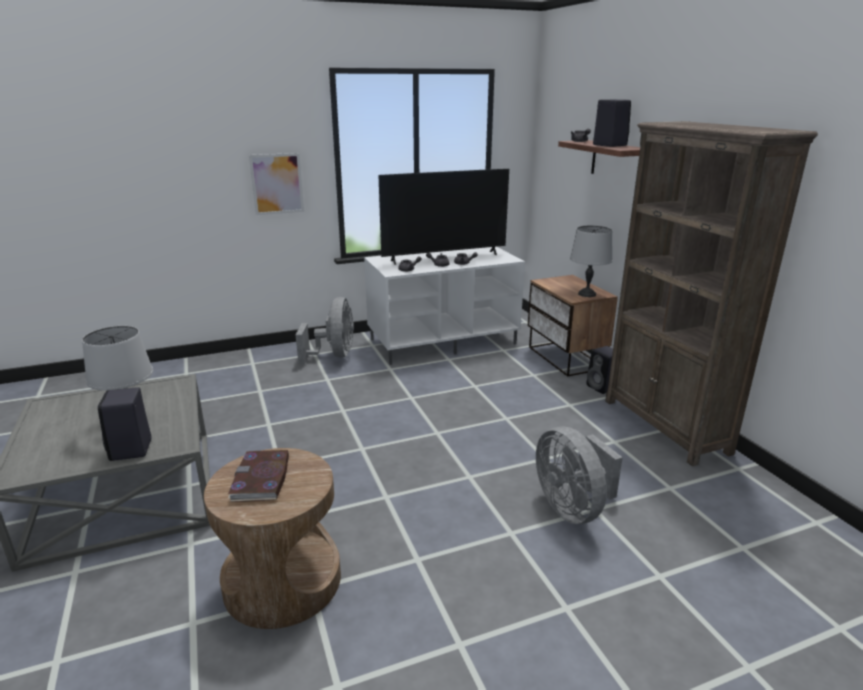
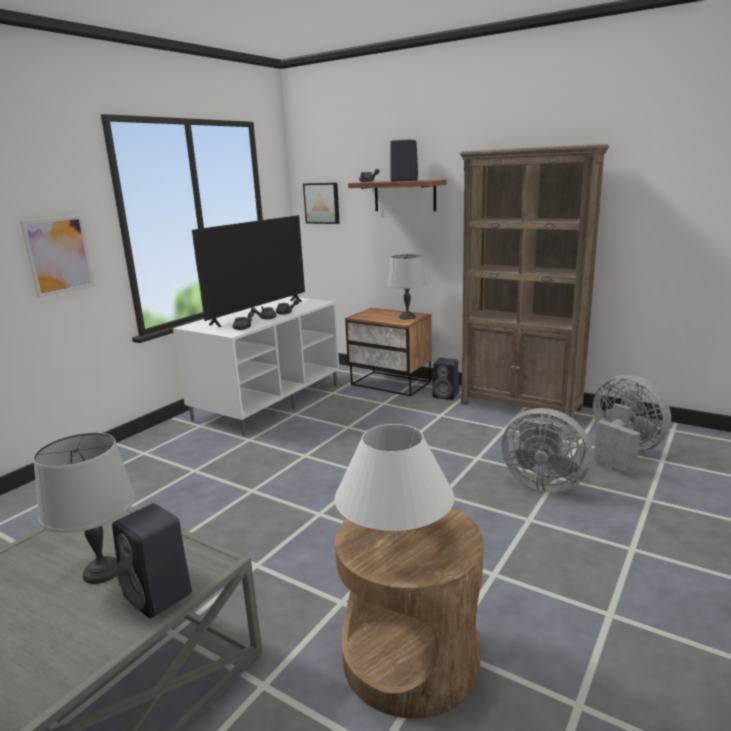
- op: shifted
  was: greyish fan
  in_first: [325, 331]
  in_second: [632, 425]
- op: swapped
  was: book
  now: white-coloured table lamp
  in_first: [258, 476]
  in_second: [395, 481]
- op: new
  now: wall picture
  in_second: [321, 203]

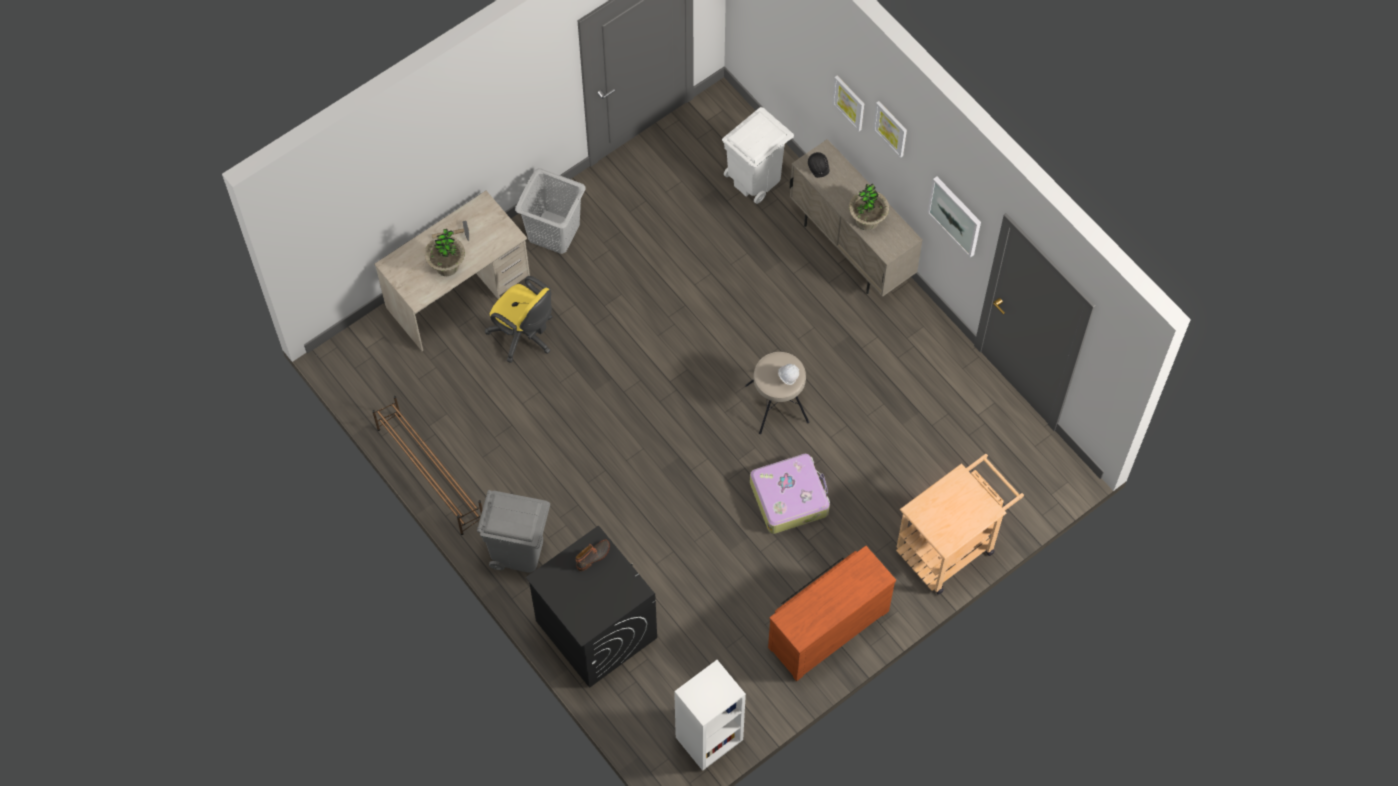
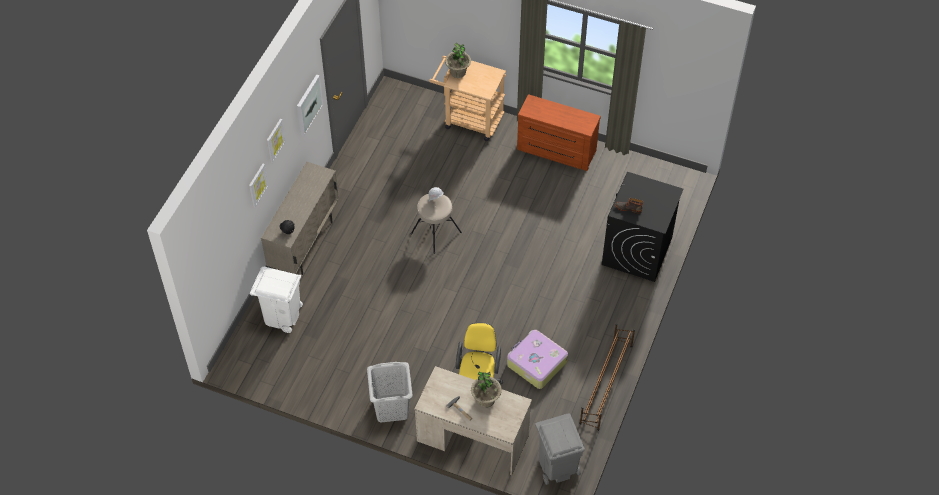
- op: shifted
  was: houseplant
  in_first: [869, 206]
  in_second: [458, 60]
- op: shifted
  was: travel case
  in_first: [790, 494]
  in_second: [537, 359]
- op: shifted
  was: greyish trash can
  in_first: [513, 531]
  in_second: [560, 449]
- op: gone
  was: white-coloured bookshelf
  in_first: [710, 715]

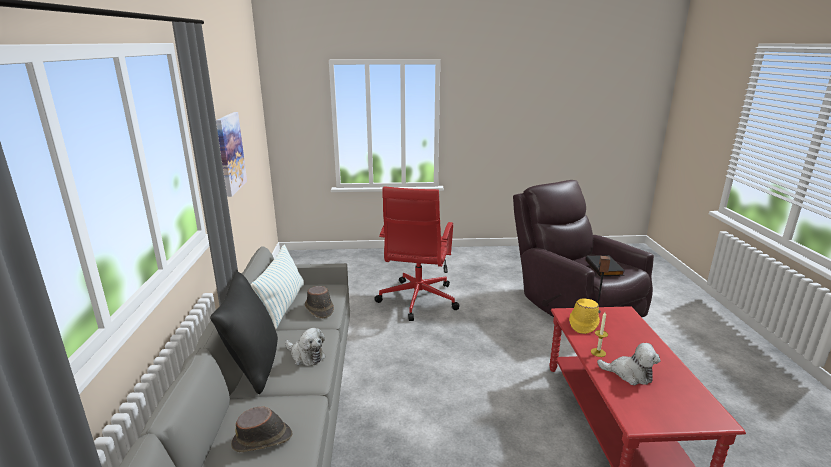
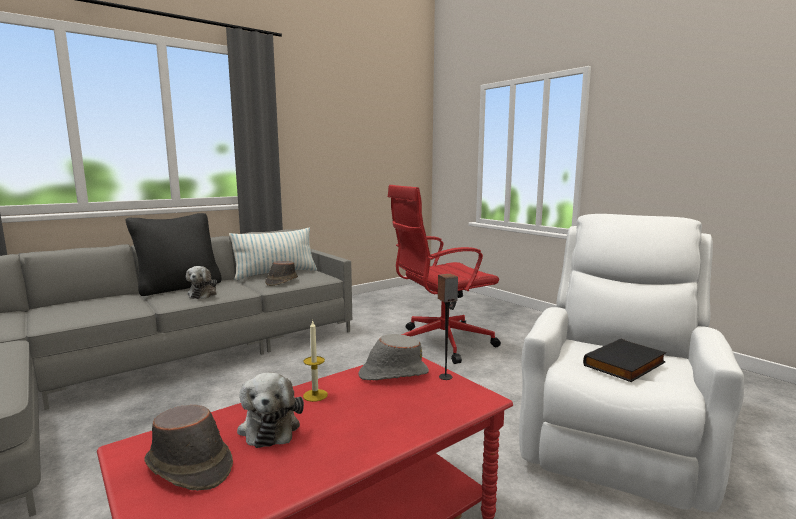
- op: gone
  was: wall picture
  in_first: [231, 154]
- op: repainted
  was: brown easy chair
  now: white-coloured easy chair
  in_first: [583, 248]
  in_second: [631, 363]
- op: repainted
  was: yellow-coloured clothing hat
  now: greyish clothing hat
  in_first: [584, 316]
  in_second: [393, 357]
- op: shifted
  was: brown clothing hat
  in_first: [261, 429]
  in_second: [188, 448]

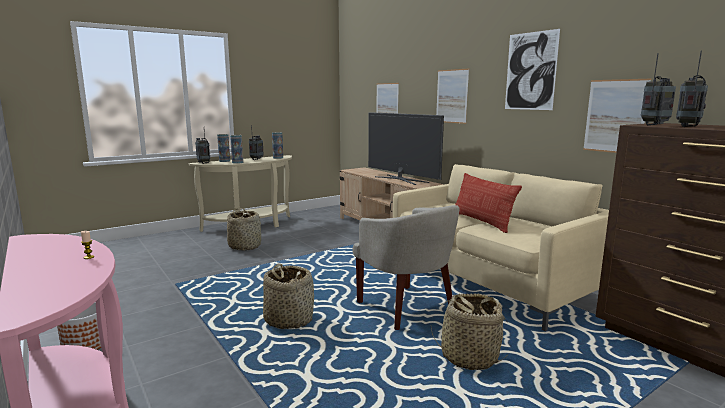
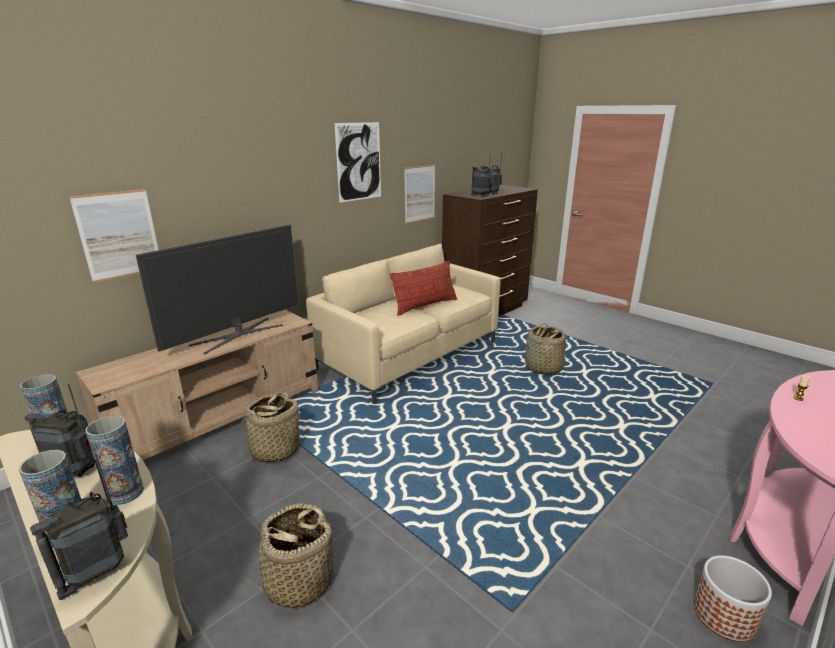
- op: gone
  was: wall picture
  in_first: [452, 96]
- op: gone
  was: beige easy chair
  in_first: [406, 267]
- op: shifted
  was: household basket
  in_first: [288, 296]
  in_second: [269, 427]

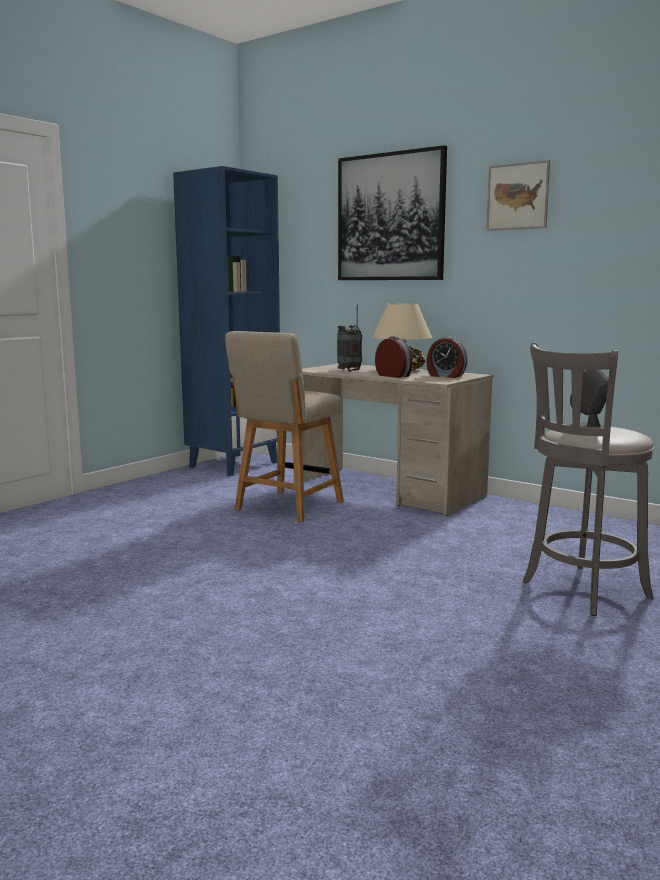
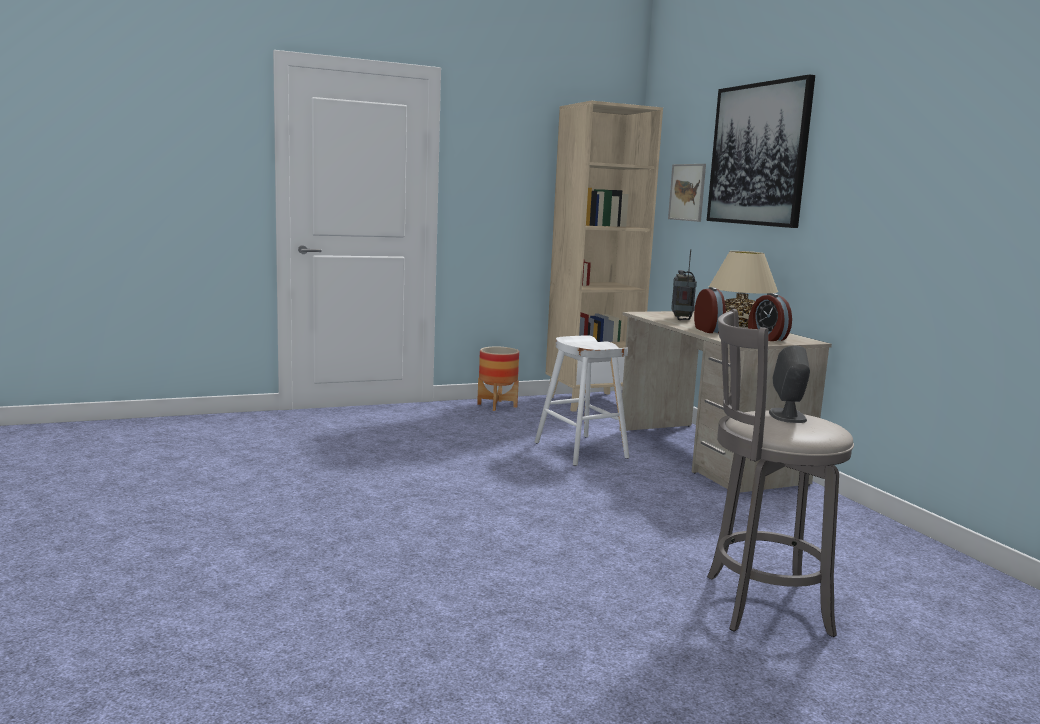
- op: shifted
  was: wall picture
  in_first: [518, 195]
  in_second: [687, 193]
- op: repainted
  was: blue bookshelf
  now: beige bookshelf
  in_first: [226, 321]
  in_second: [604, 256]
- op: swapped
  was: beige plain chair
  now: white-coloured stool
  in_first: [284, 427]
  in_second: [582, 400]
- op: new
  now: flower pot
  in_second: [498, 379]

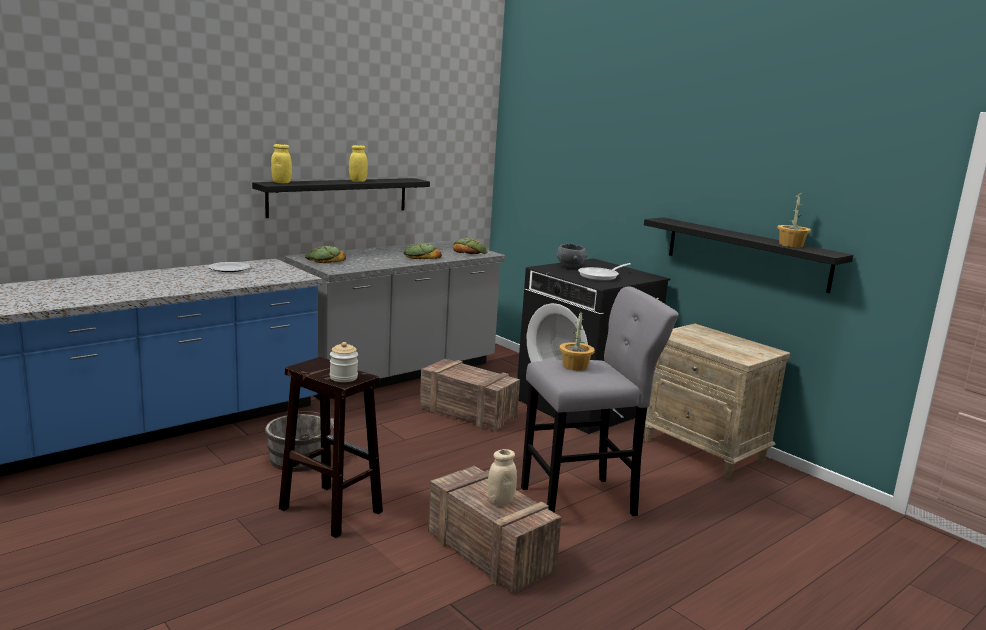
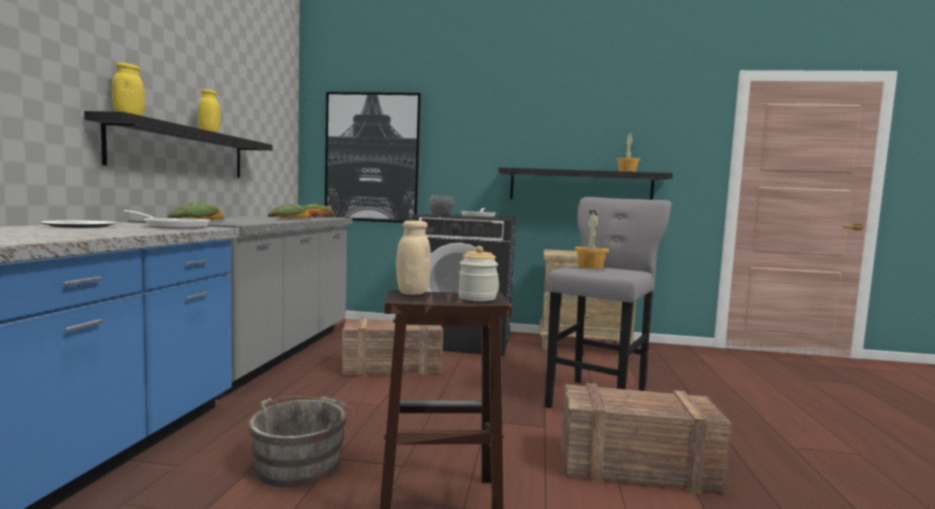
- op: shifted
  was: beige jar
  in_first: [502, 477]
  in_second: [413, 258]
- op: new
  now: wall picture
  in_second: [373, 157]
- op: new
  now: frying pan
  in_second: [167, 219]

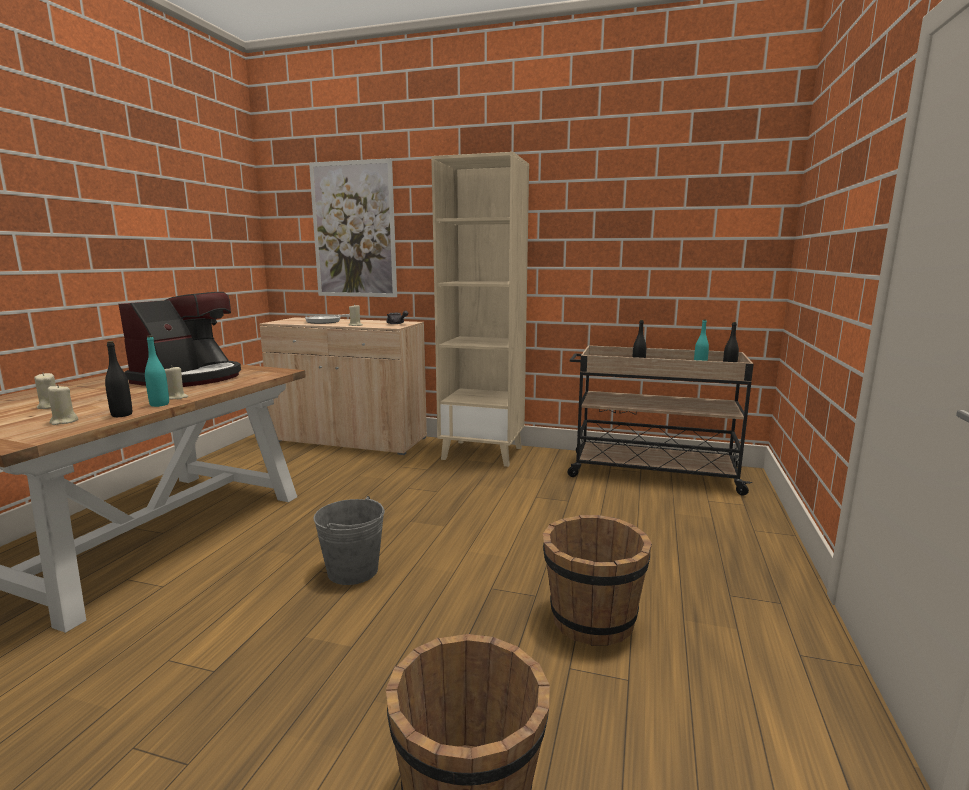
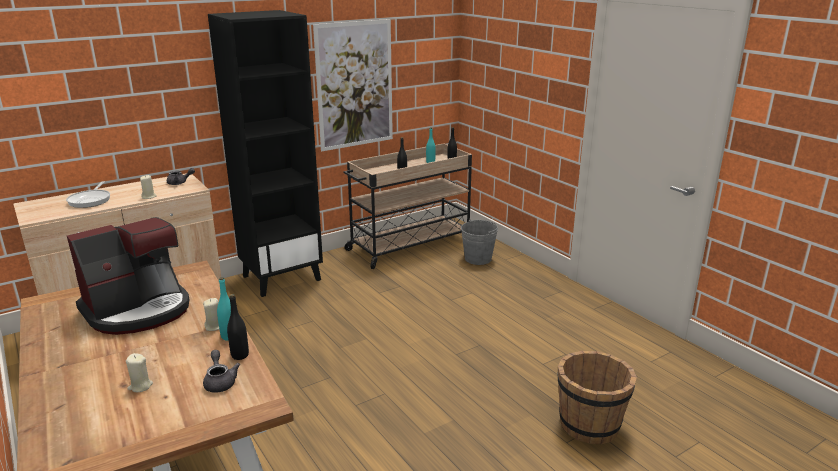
- op: repainted
  was: beige bookshelf
  now: black bookshelf
  in_first: [480, 309]
  in_second: [265, 153]
- op: shifted
  was: wall picture
  in_first: [353, 227]
  in_second: [353, 85]
- op: rotated
  was: coffee brewer
  in_first: [180, 339]
  in_second: [128, 276]
  clockwise: 75
- op: swapped
  was: beige candle
  now: greyish tea pot
  in_first: [63, 404]
  in_second: [221, 371]
- op: shifted
  was: greyish pail
  in_first: [349, 540]
  in_second: [479, 242]
- op: gone
  was: brown pail
  in_first: [597, 580]

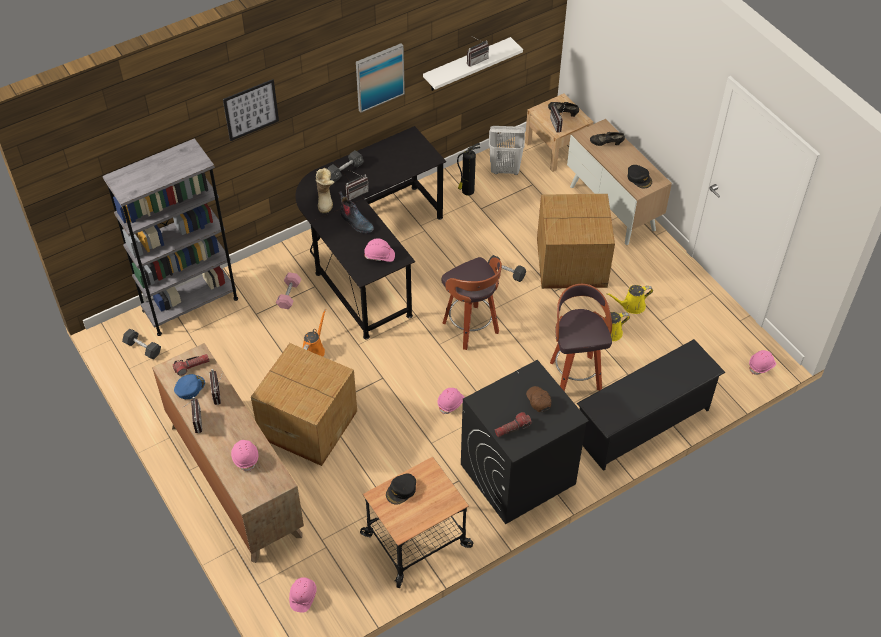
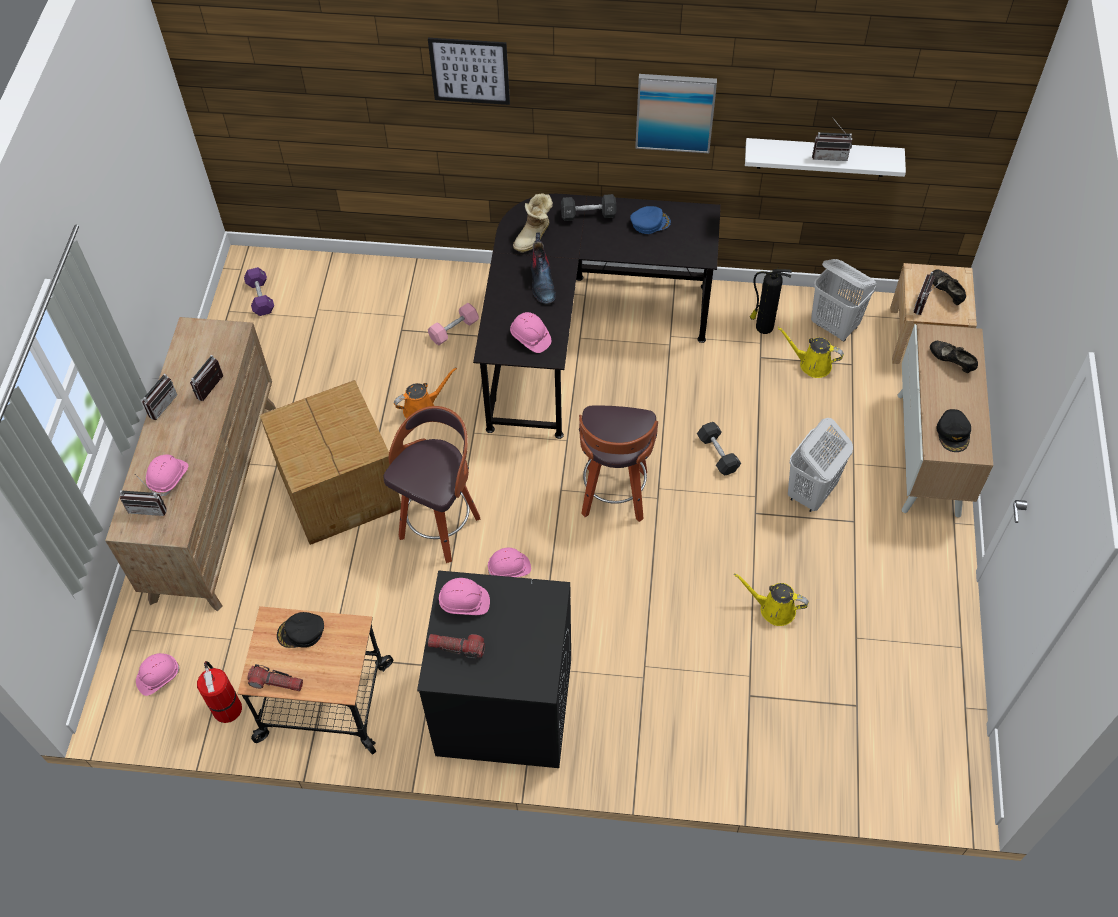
- op: gone
  was: greyish bookshelf
  in_first: [170, 237]
- op: shifted
  was: radio receiver
  in_first: [357, 185]
  in_second: [143, 495]
- op: swapped
  was: packing box
  now: white-coloured laundry basket
  in_first: [576, 241]
  in_second: [820, 465]
- op: shifted
  was: stool
  in_first: [581, 338]
  in_second: [432, 484]
- op: shifted
  was: yellow-coloured watering can
  in_first: [629, 299]
  in_second: [810, 352]
- op: repainted
  was: black hand weight
  now: purplish hand weight
  in_first: [141, 344]
  in_second: [259, 291]
- op: gone
  was: black shoe stand
  in_first: [651, 405]
- op: shifted
  was: pink safety helmet
  in_first: [762, 362]
  in_second: [464, 596]
- op: shifted
  was: hand torch
  in_first: [191, 365]
  in_second: [275, 677]
- op: shifted
  was: blue baseball cap
  in_first: [189, 386]
  in_second: [650, 220]
- op: gone
  was: brown baseball cap
  in_first: [538, 399]
- op: new
  now: fire-fighting cylinder
  in_second: [219, 692]

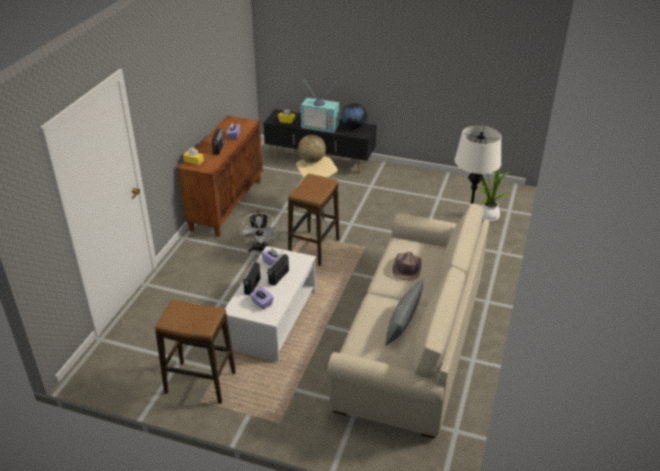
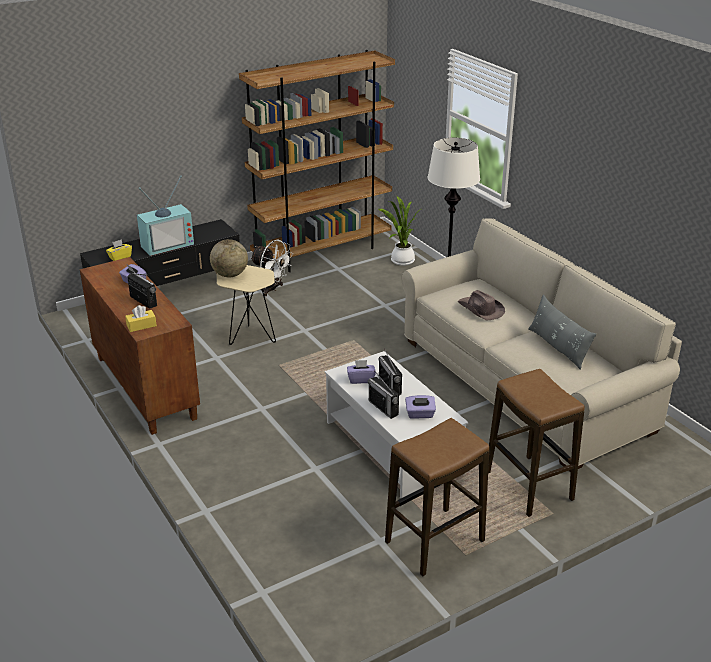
- op: gone
  was: globe
  in_first: [354, 116]
- op: shifted
  was: stool
  in_first: [313, 220]
  in_second: [536, 443]
- op: shifted
  was: white-coloured fan
  in_first: [259, 231]
  in_second: [271, 267]
- op: new
  now: brown bookshelf
  in_second: [317, 161]

